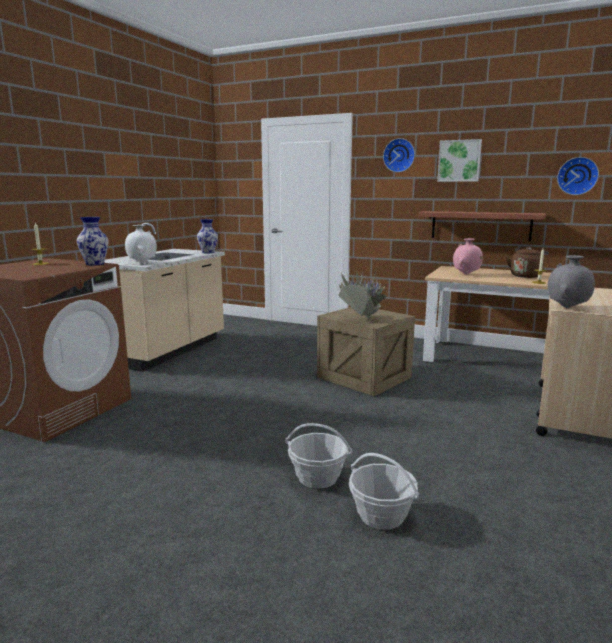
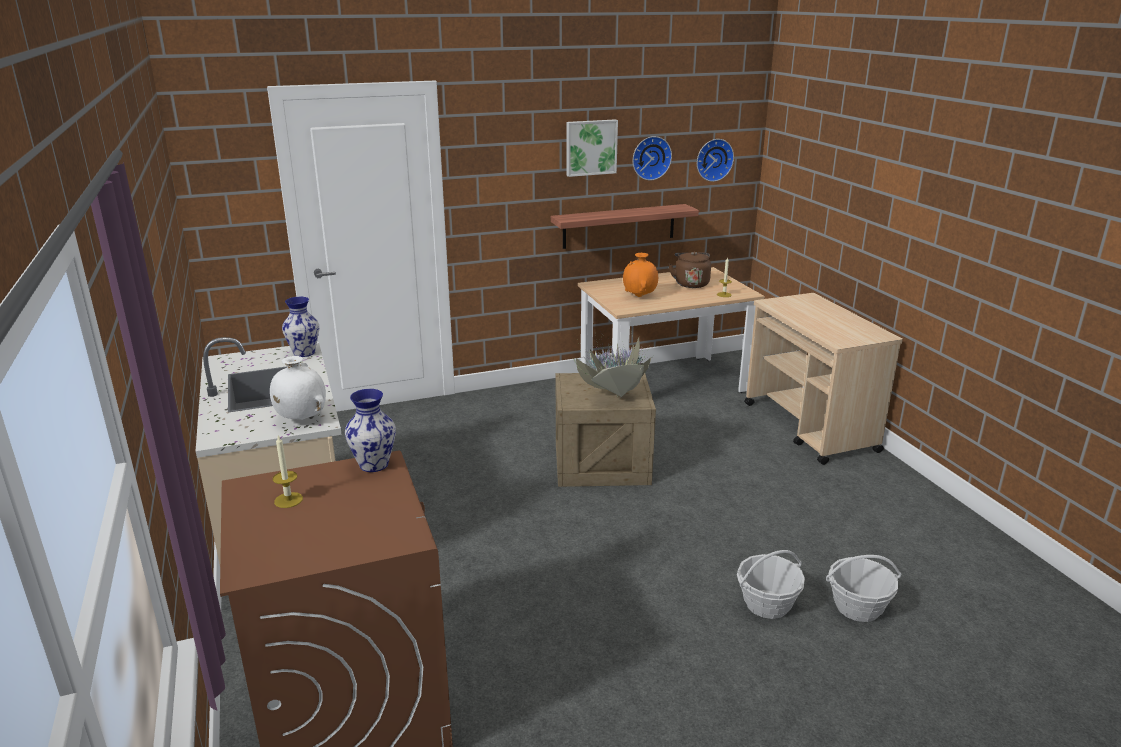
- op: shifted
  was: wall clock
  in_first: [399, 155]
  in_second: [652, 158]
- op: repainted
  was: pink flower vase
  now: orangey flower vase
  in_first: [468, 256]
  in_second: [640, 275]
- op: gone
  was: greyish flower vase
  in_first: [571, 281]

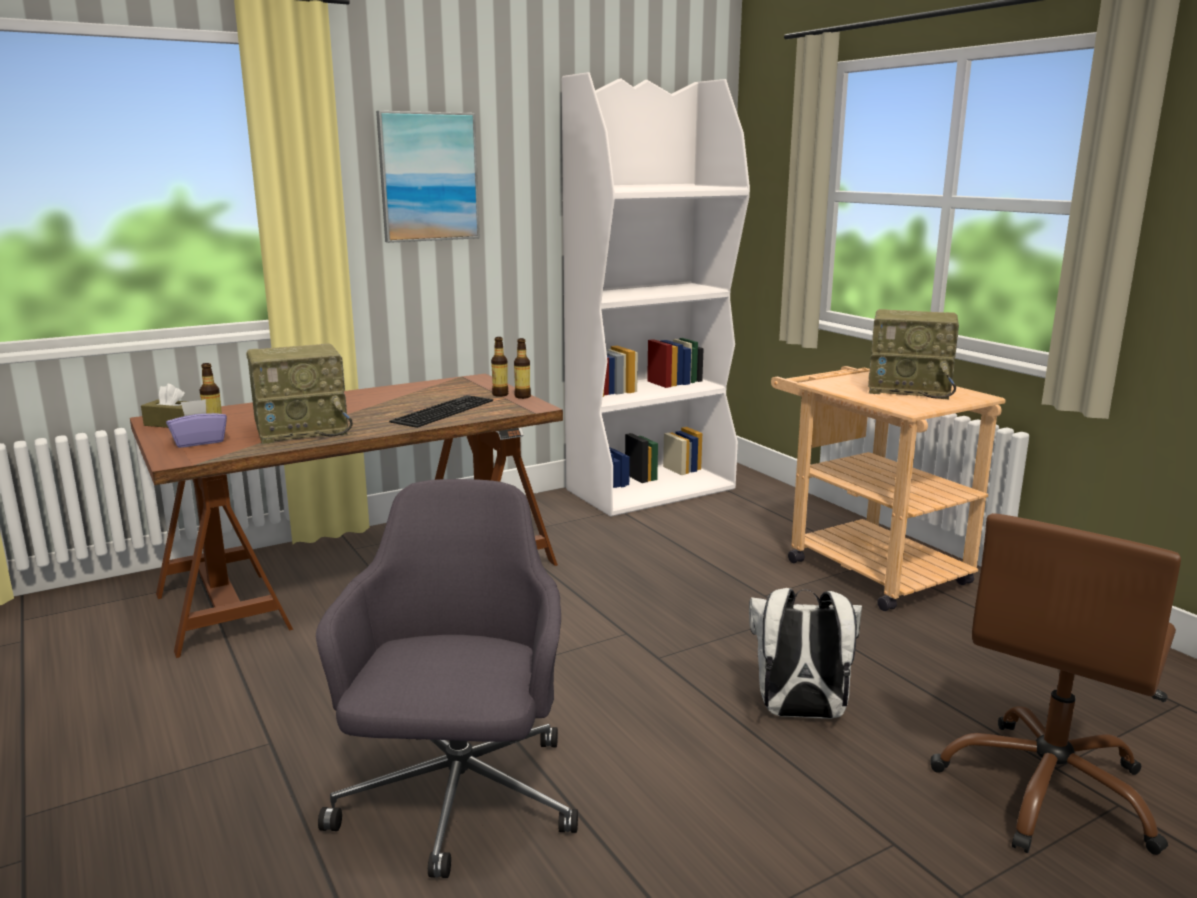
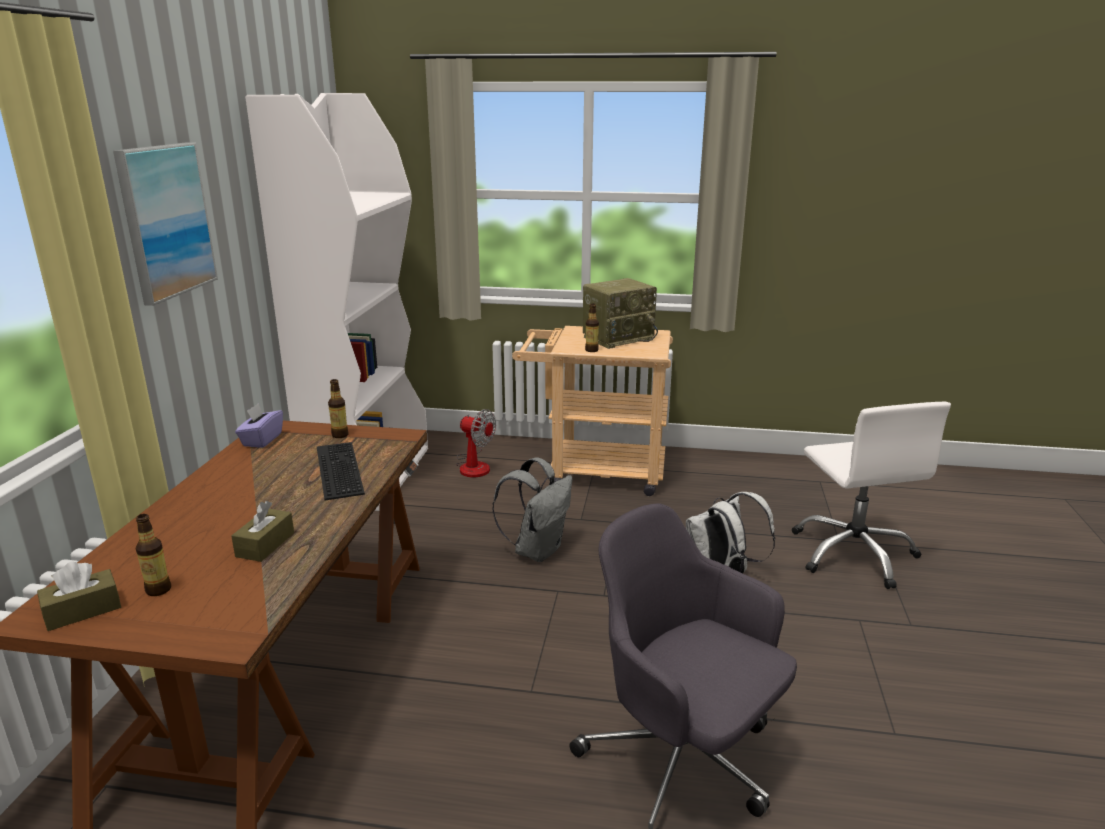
- op: shifted
  was: beverage bottle
  in_first: [522, 368]
  in_second: [592, 328]
- op: swapped
  was: radio receiver
  now: brown box of tissues
  in_first: [299, 393]
  in_second: [262, 531]
- op: shifted
  was: purplish box of tissues
  in_first: [196, 423]
  in_second: [259, 425]
- op: repainted
  was: brown office chair
  now: white-coloured office chair
  in_first: [1056, 684]
  in_second: [871, 495]
- op: new
  now: fan
  in_second: [476, 443]
- op: new
  now: greyish knapsack
  in_second: [532, 509]

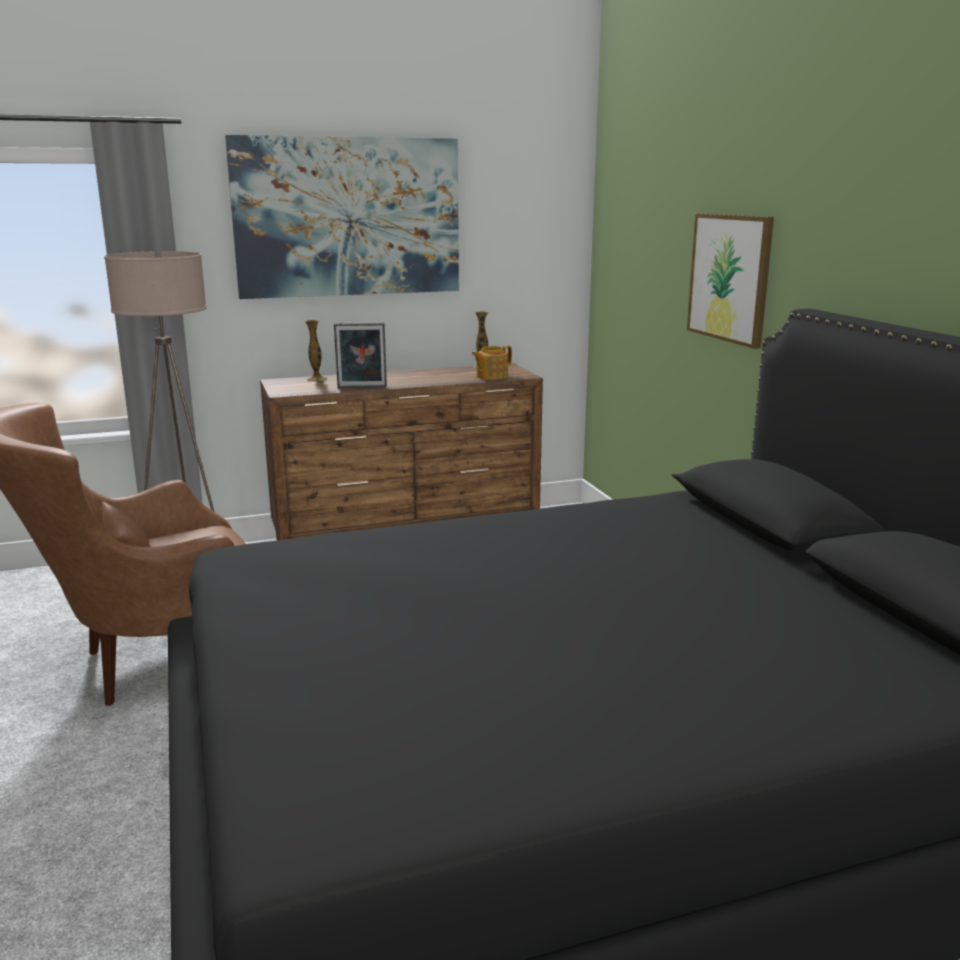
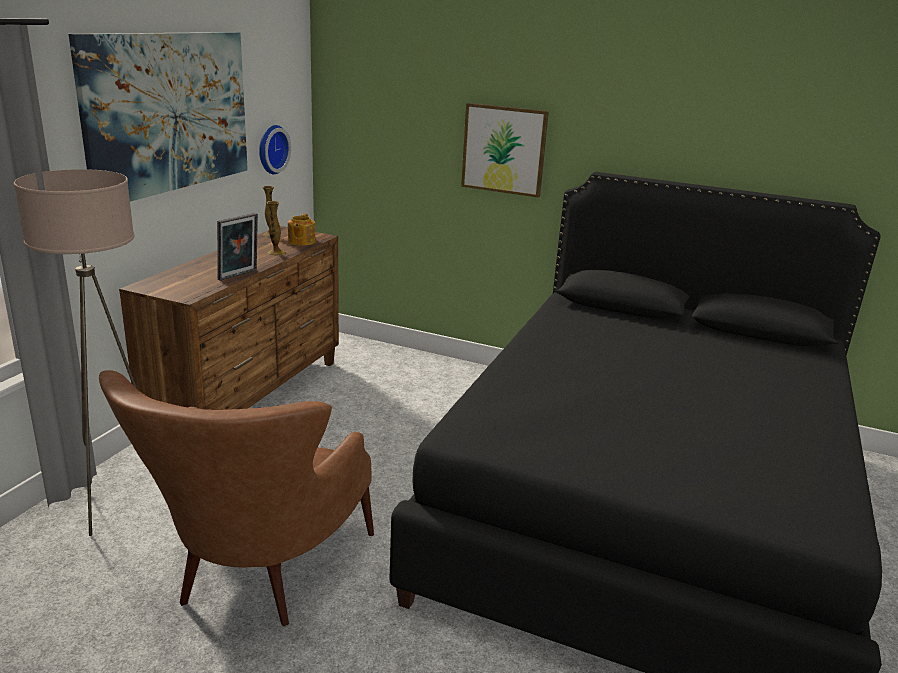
- op: shifted
  was: flower vase
  in_first: [316, 350]
  in_second: [276, 228]
- op: new
  now: wall clock
  in_second: [275, 149]

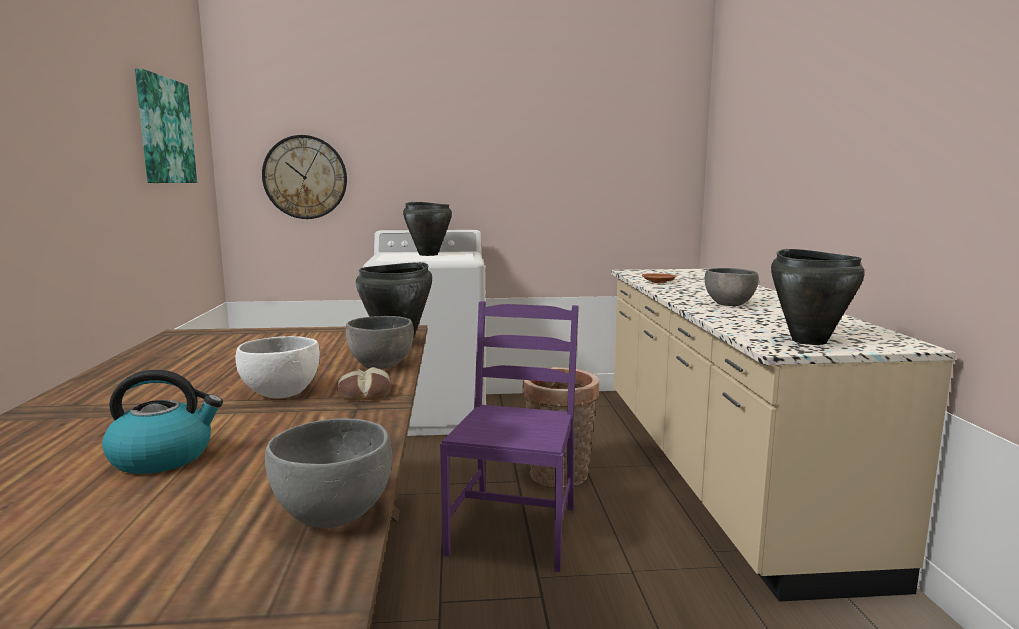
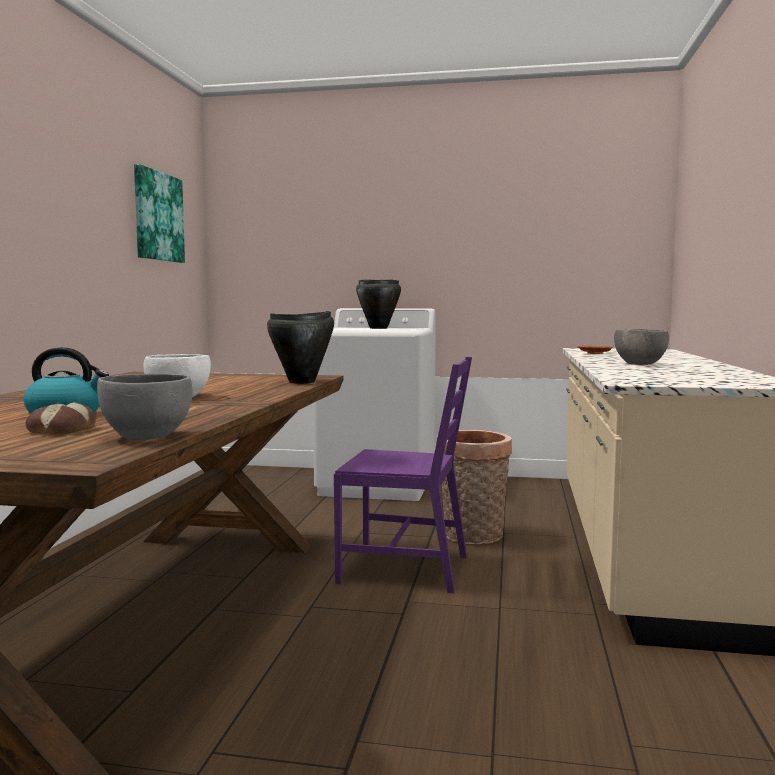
- op: gone
  was: wall clock
  in_first: [304, 177]
- op: gone
  was: black stockpot
  in_first: [818, 297]
- op: rotated
  was: purplish plain chair
  in_first: [509, 436]
  in_second: [403, 475]
  clockwise: 75
- op: gone
  was: greyish deep dish
  in_first: [380, 342]
- op: shifted
  was: bakery bread
  in_first: [363, 384]
  in_second: [60, 418]

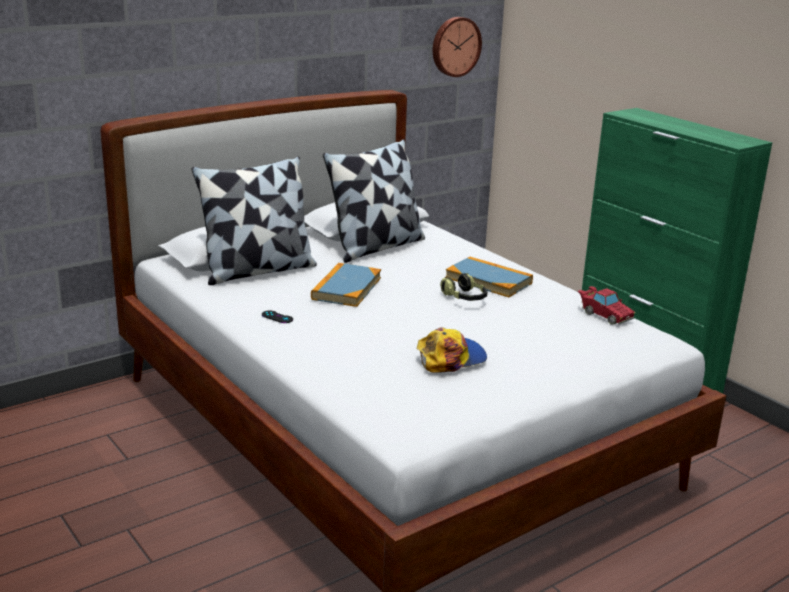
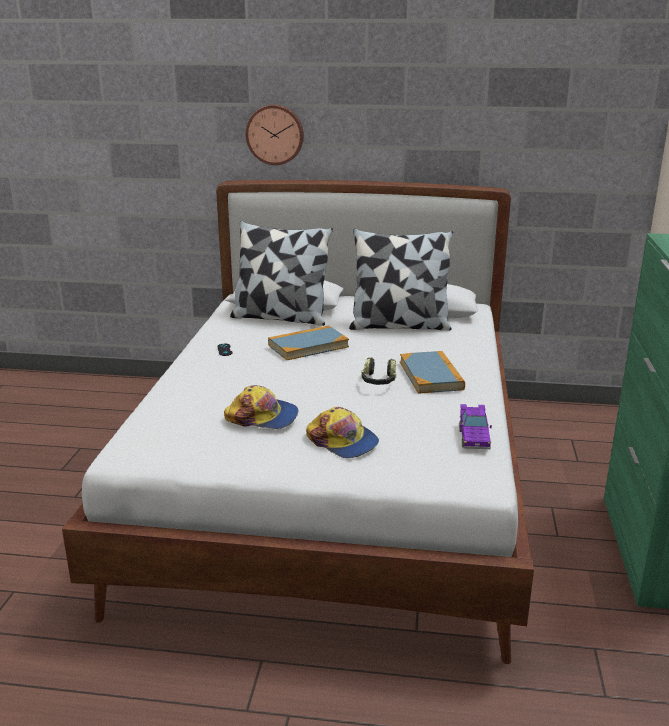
- op: shifted
  was: wall clock
  in_first: [457, 47]
  in_second: [275, 135]
- op: repainted
  was: red-coloured miniature car
  now: purplish miniature car
  in_first: [607, 305]
  in_second: [475, 426]
- op: new
  now: baseball cap
  in_second: [342, 432]

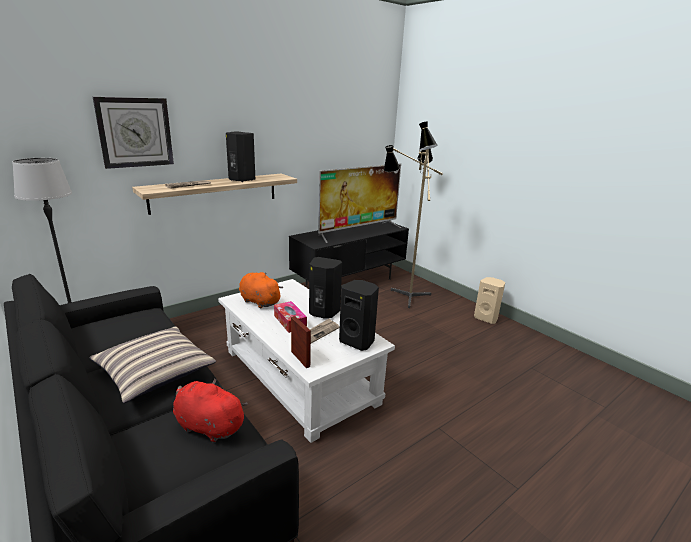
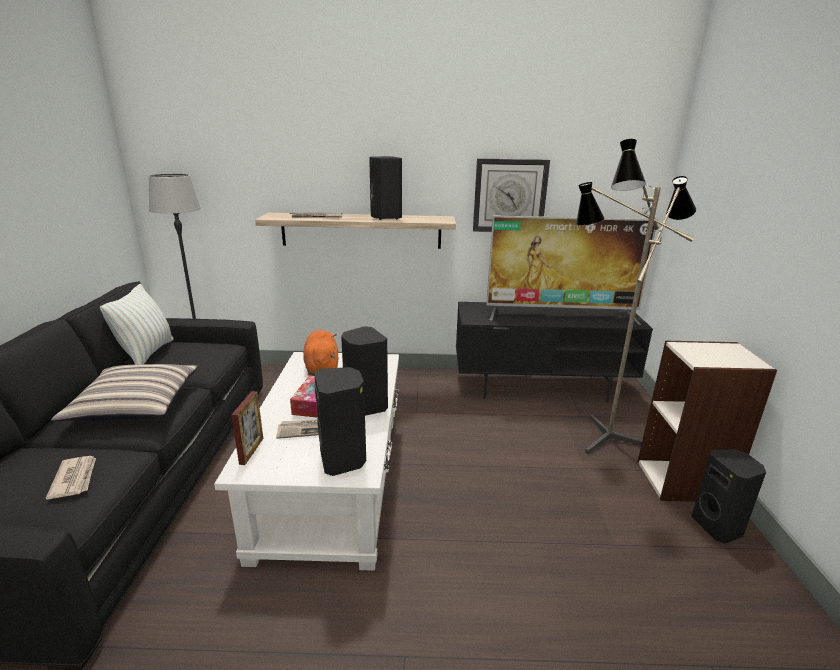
- op: shifted
  was: wall clock
  in_first: [133, 133]
  in_second: [511, 195]
- op: repainted
  was: beige loudspeaker
  now: black loudspeaker
  in_first: [489, 300]
  in_second: [729, 496]
- op: swapped
  was: red-coloured plush toy
  now: newspaper
  in_first: [210, 410]
  in_second: [71, 478]
- op: new
  now: cushion
  in_second: [136, 324]
- op: new
  now: bookshelf
  in_second: [707, 421]

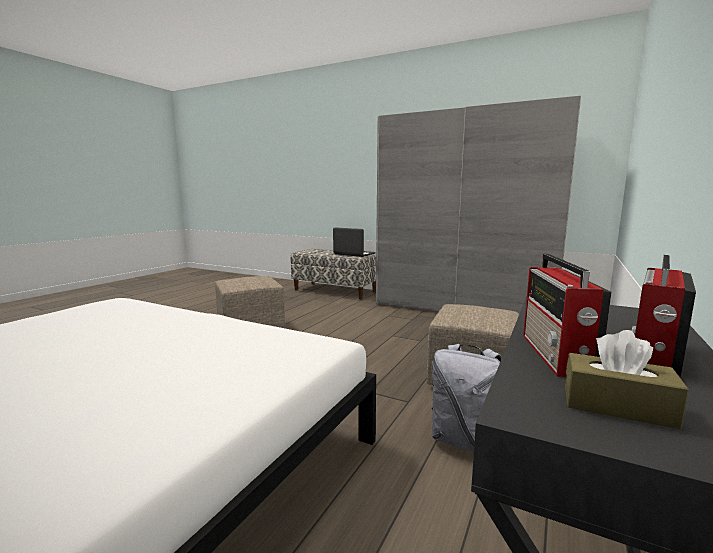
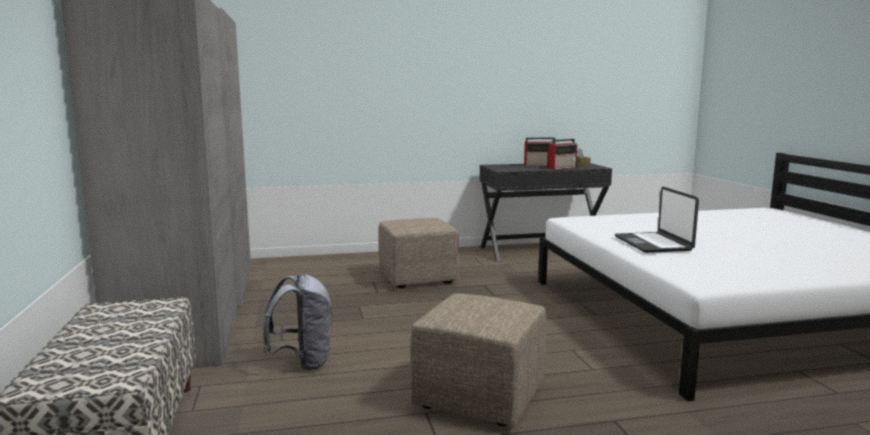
- op: shifted
  was: notebook computer
  in_first: [354, 242]
  in_second: [657, 220]
- op: shifted
  was: greyish knapsack
  in_first: [467, 398]
  in_second: [297, 322]

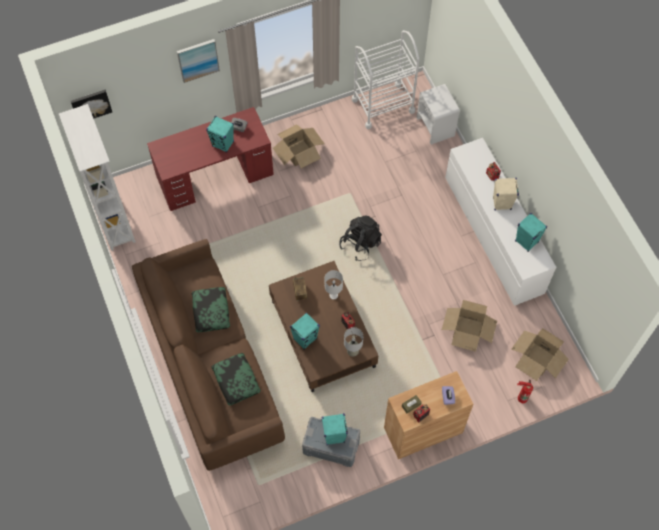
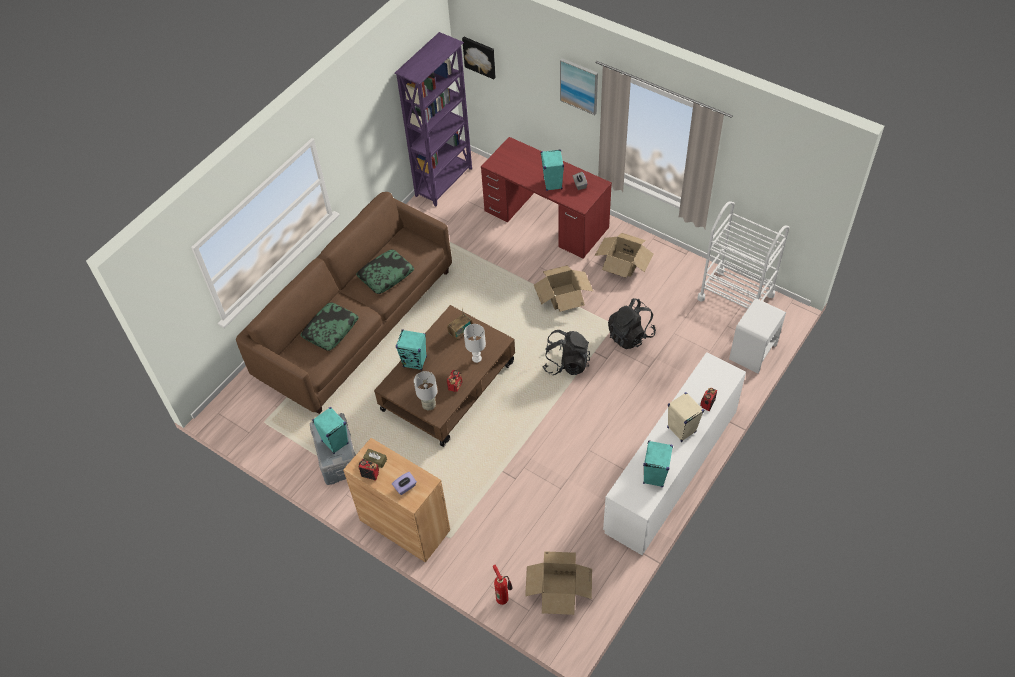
- op: repainted
  was: white-coloured bookshelf
  now: purplish bookshelf
  in_first: [97, 177]
  in_second: [433, 119]
- op: shifted
  was: packing box
  in_first: [469, 326]
  in_second: [563, 288]
- op: new
  now: black knapsack
  in_second: [632, 323]

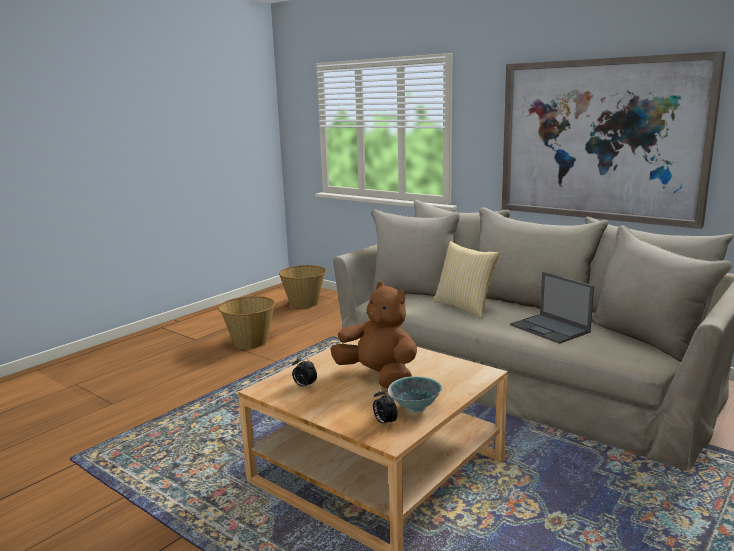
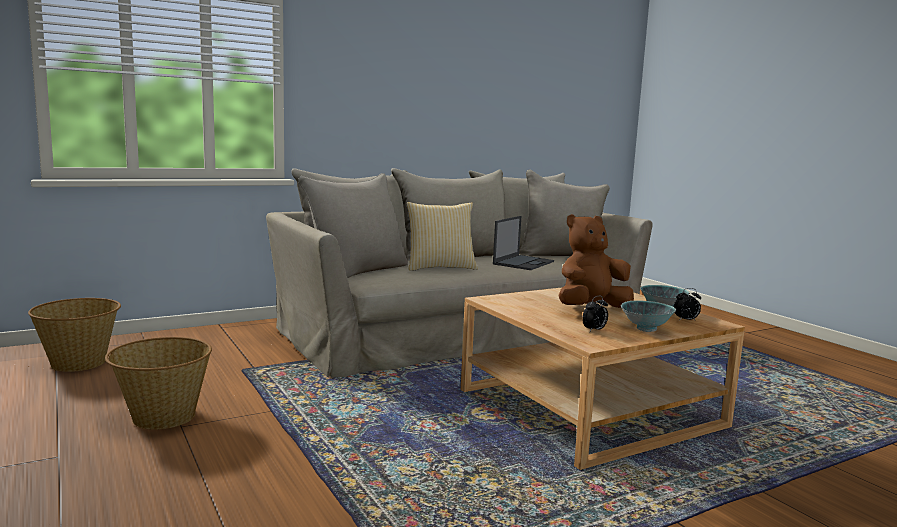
- op: gone
  was: wall picture
  in_first: [614, 140]
- op: rotated
  was: notebook computer
  in_first: [552, 308]
  in_second: [523, 243]
  clockwise: -45
- op: new
  now: deep dish
  in_second: [648, 316]

